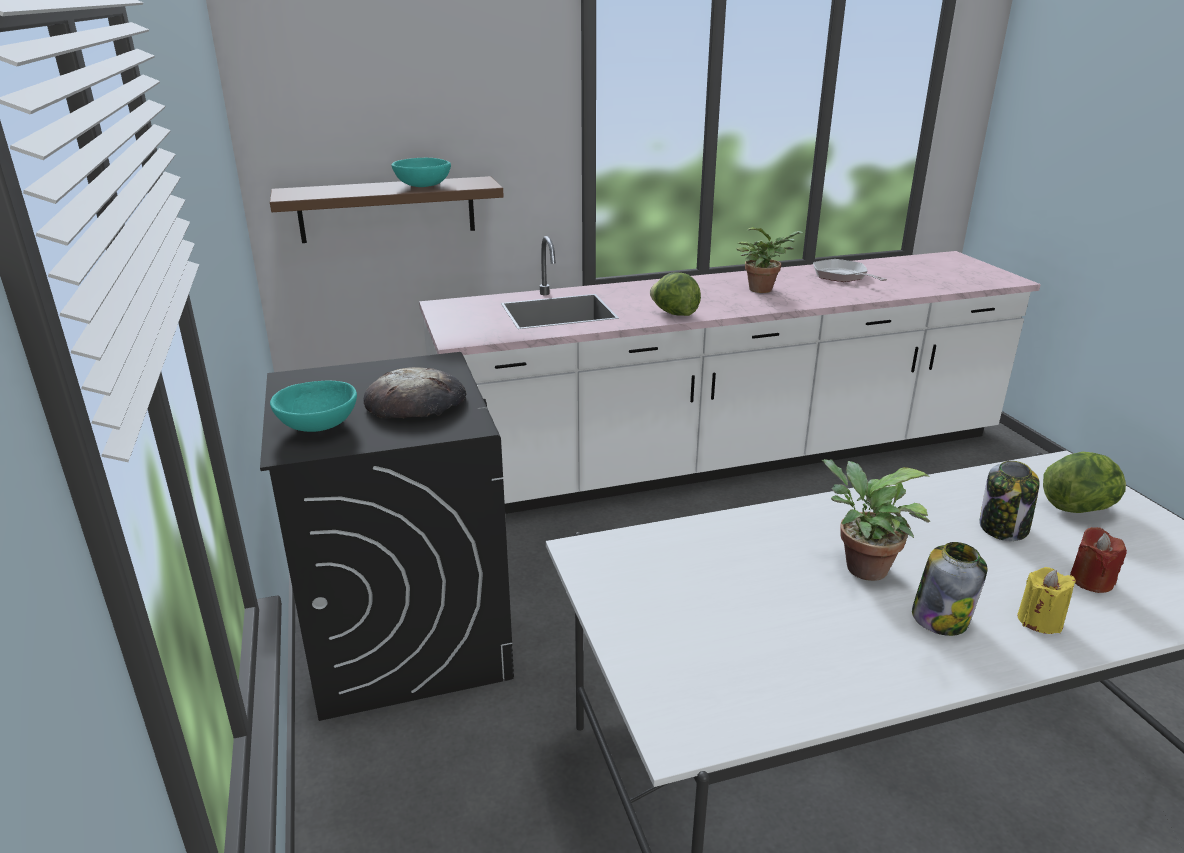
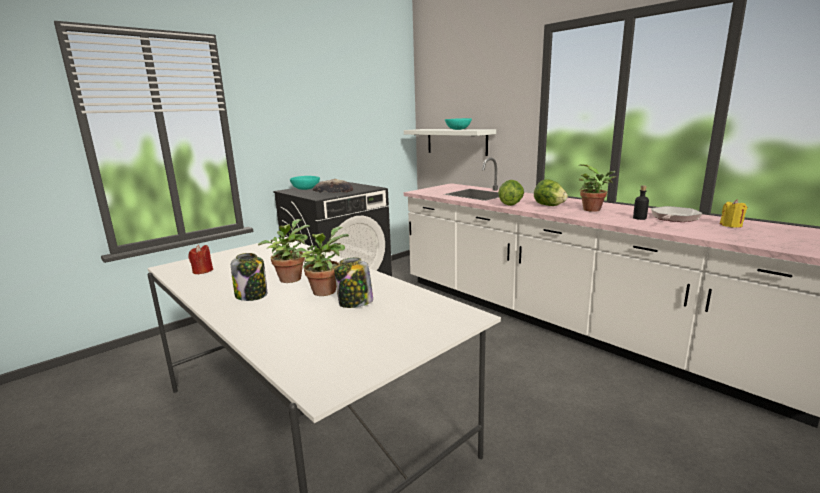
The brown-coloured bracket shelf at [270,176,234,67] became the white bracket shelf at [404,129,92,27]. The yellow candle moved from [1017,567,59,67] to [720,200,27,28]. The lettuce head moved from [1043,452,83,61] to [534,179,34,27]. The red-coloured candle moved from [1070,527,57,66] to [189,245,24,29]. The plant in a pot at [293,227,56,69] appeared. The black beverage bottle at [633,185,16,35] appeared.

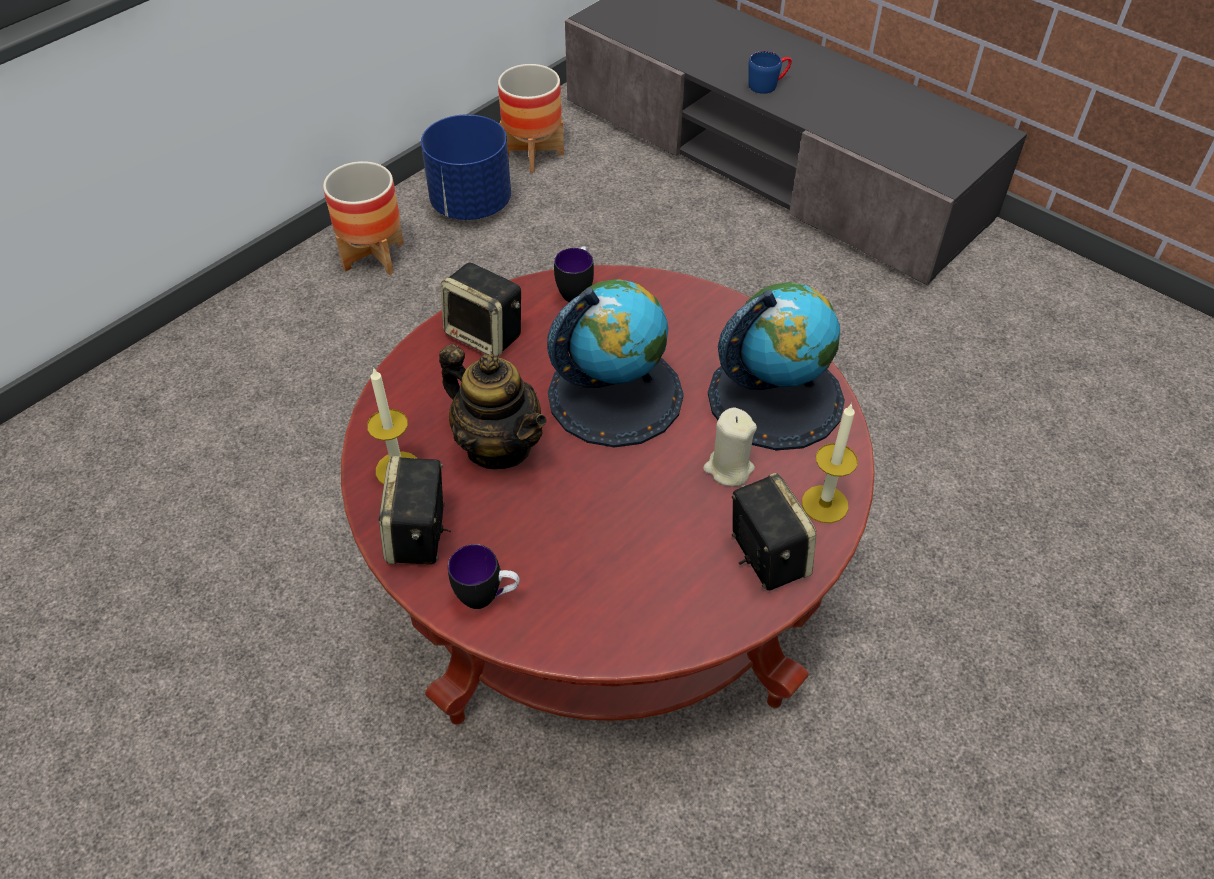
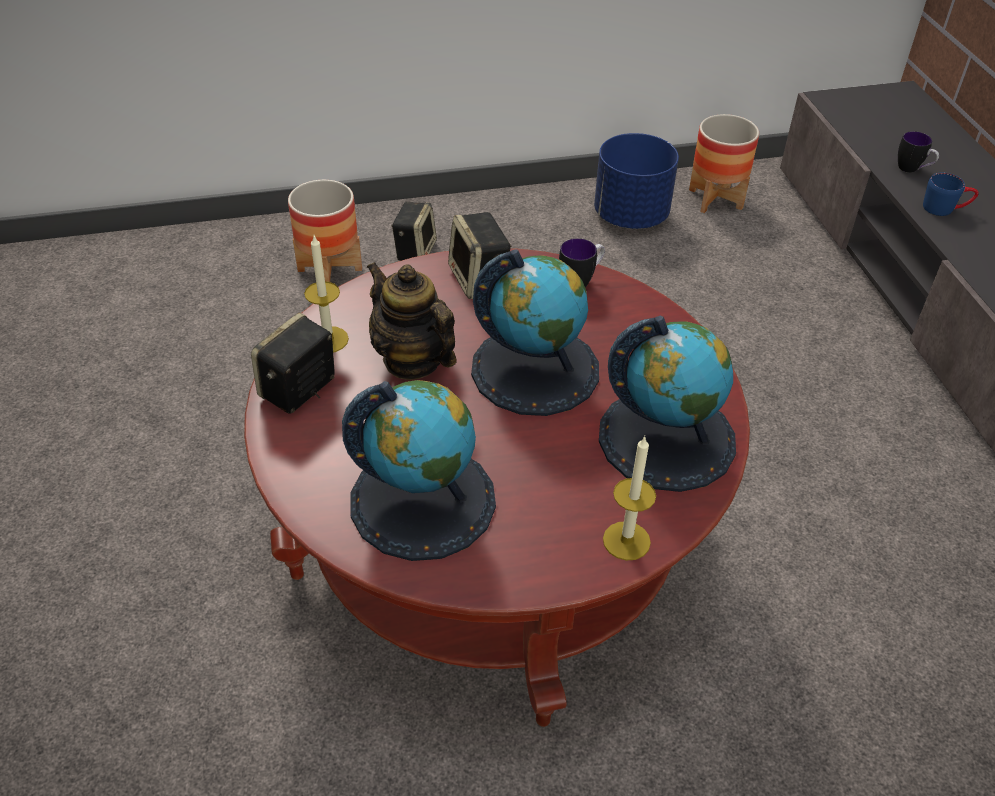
The planter moved from [323,161,81,114] to [288,180,74,102]. The tea pot at [439,344,108,125] turned 150 degrees clockwise. The tea mug moved from [448,544,72,65] to [898,131,41,42]. The beige-coloured candle at [703,407,54,80] disappeared. The speaker moved from [732,473,84,117] to [391,202,46,59]. The desk globe at [342,380,154,181] appeared.

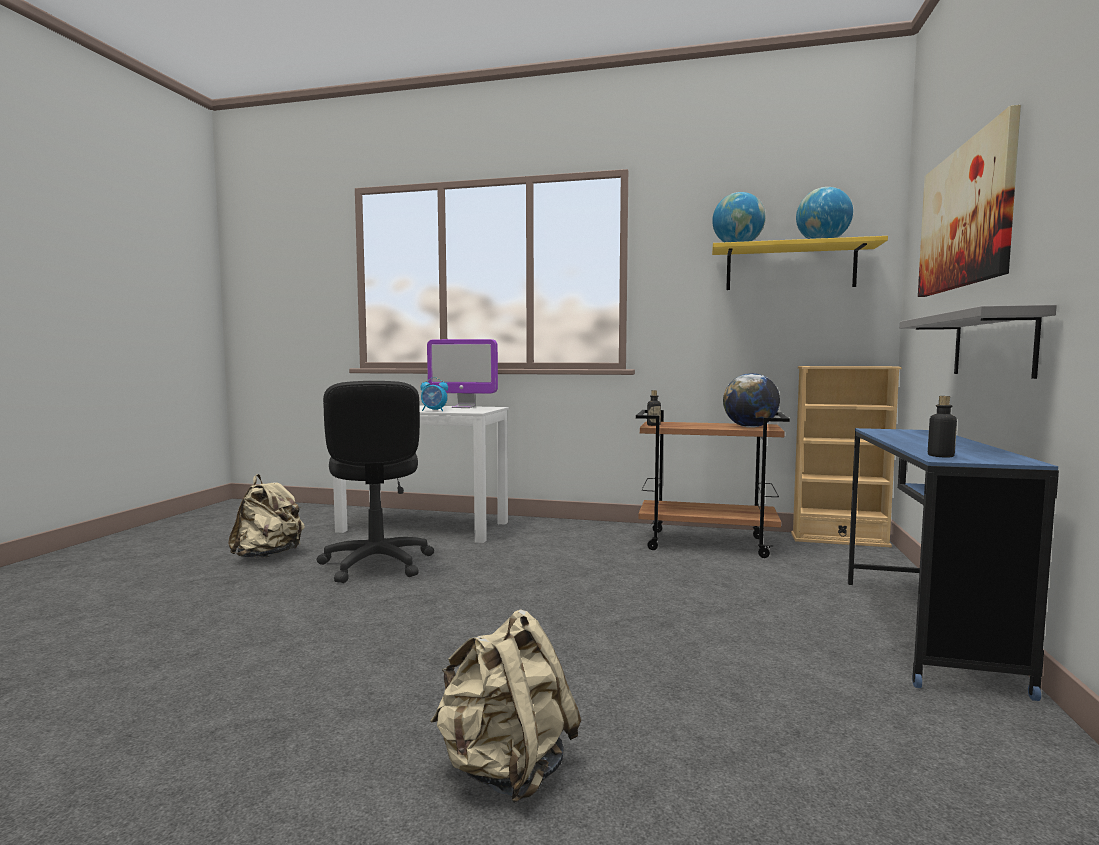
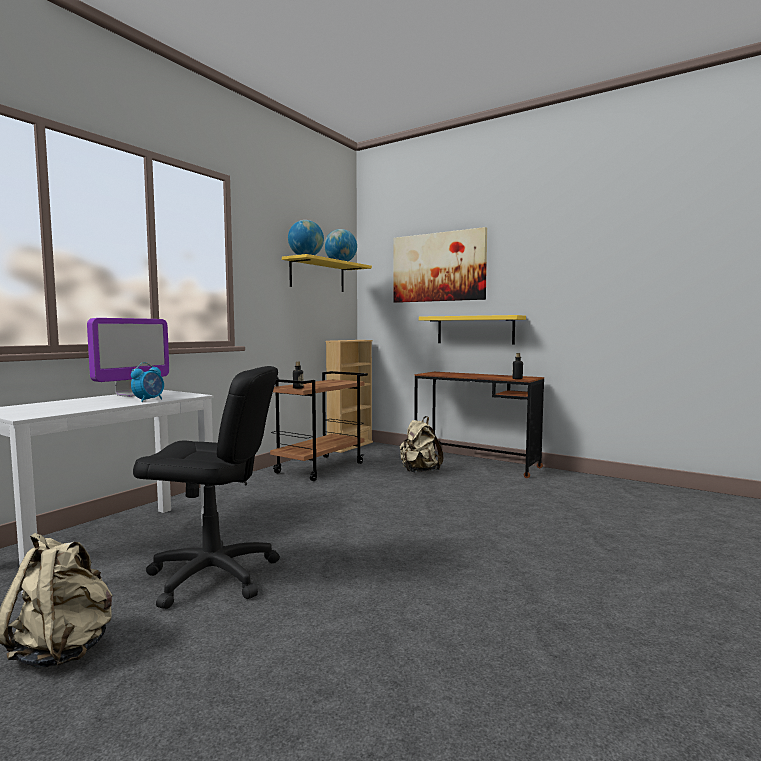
The beige-coloured rucksack moved from [430,609,151,194] to [400,416,43,56]. The desk globe at [723,373,57,55] disappeared. The bluish desk table at [848,428,211,273] became the brown-coloured desk table at [414,372,130,106]. The gray bracket shelf at [900,305,157,74] became the yellow bracket shelf at [419,315,107,30].

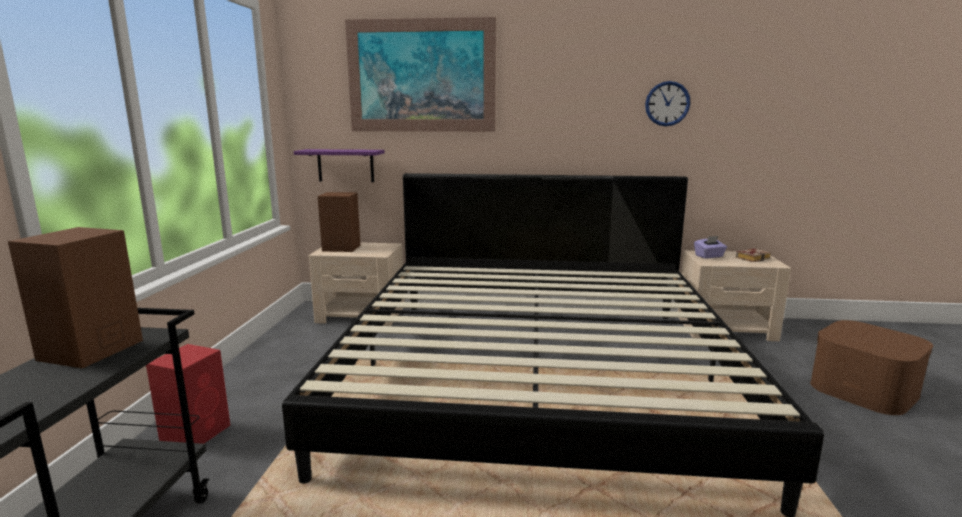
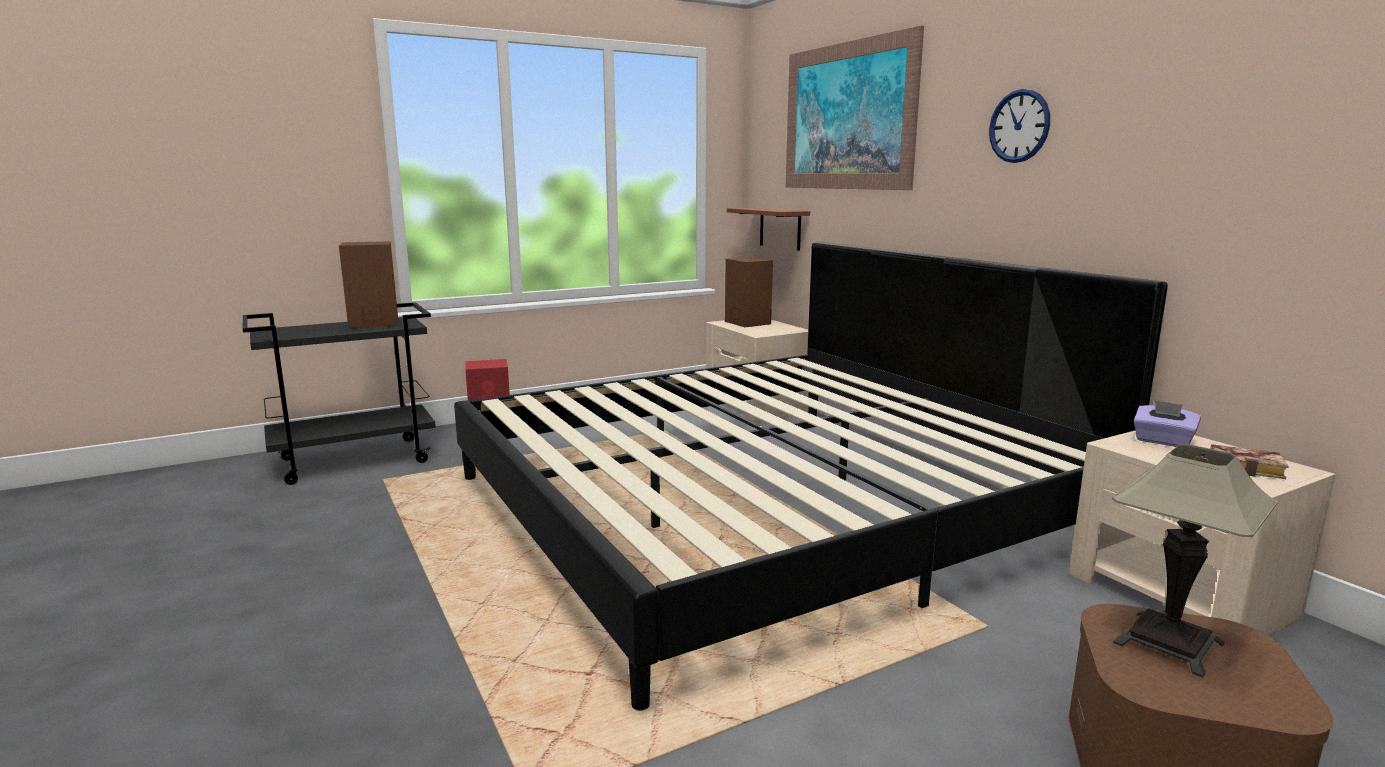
The purplish bracket shelf at [294,149,91,33] became the brown-coloured bracket shelf at [727,208,83,43]. The wall clock moved from [645,81,45,45] to [989,89,61,74]. The tabletop lamp at [1112,444,166,234] appeared.

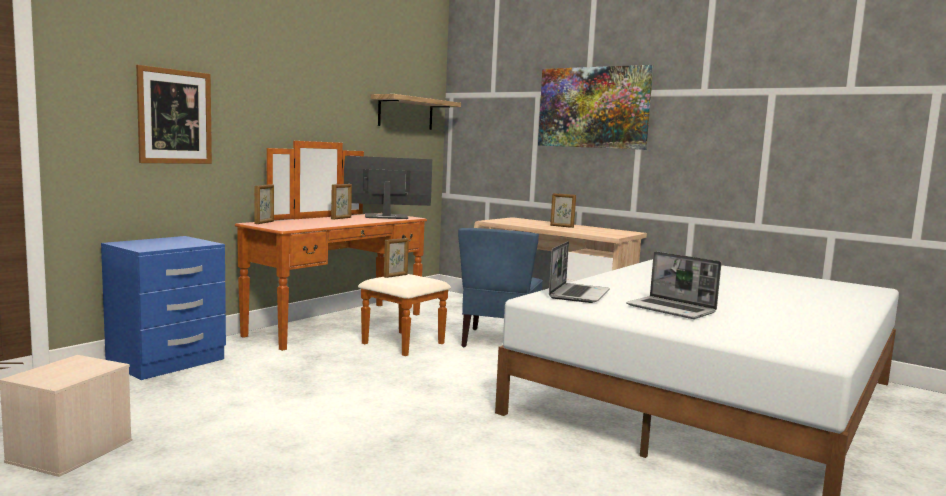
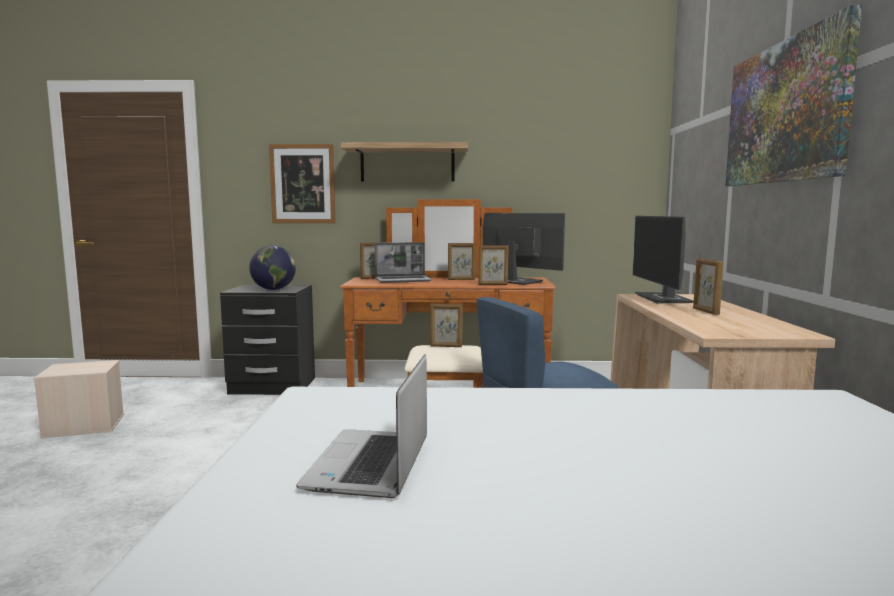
The bluish nightstand at [101,236,125,144] became the black nightstand at [220,285,95,110]. The bracket shelf moved from [371,94,90,36] to [341,142,127,40]. The laptop moved from [549,241,61,62] to [374,242,58,41]. The desk globe at [249,245,47,45] appeared. The photo frame at [478,245,31,40] appeared. The monitor at [633,216,61,87] appeared.

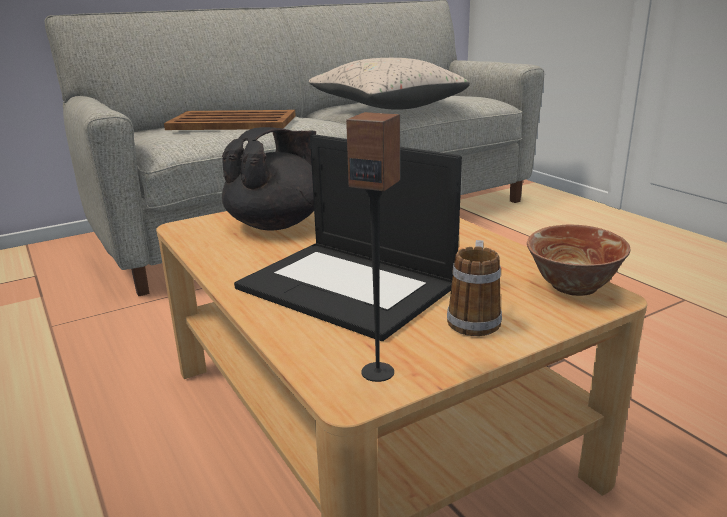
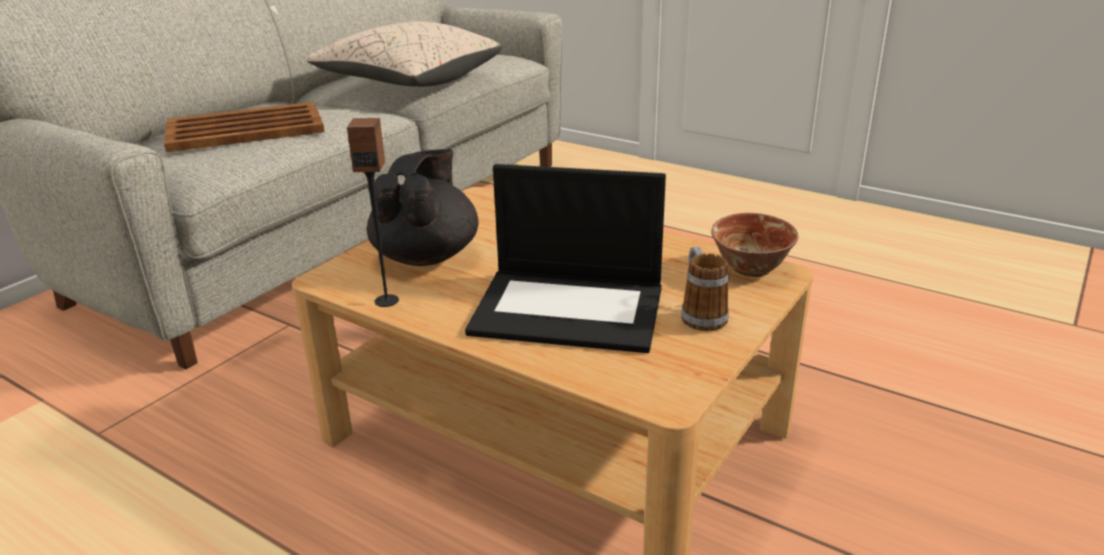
The speaker moved from [346,112,54,270] to [347,118,52,189].

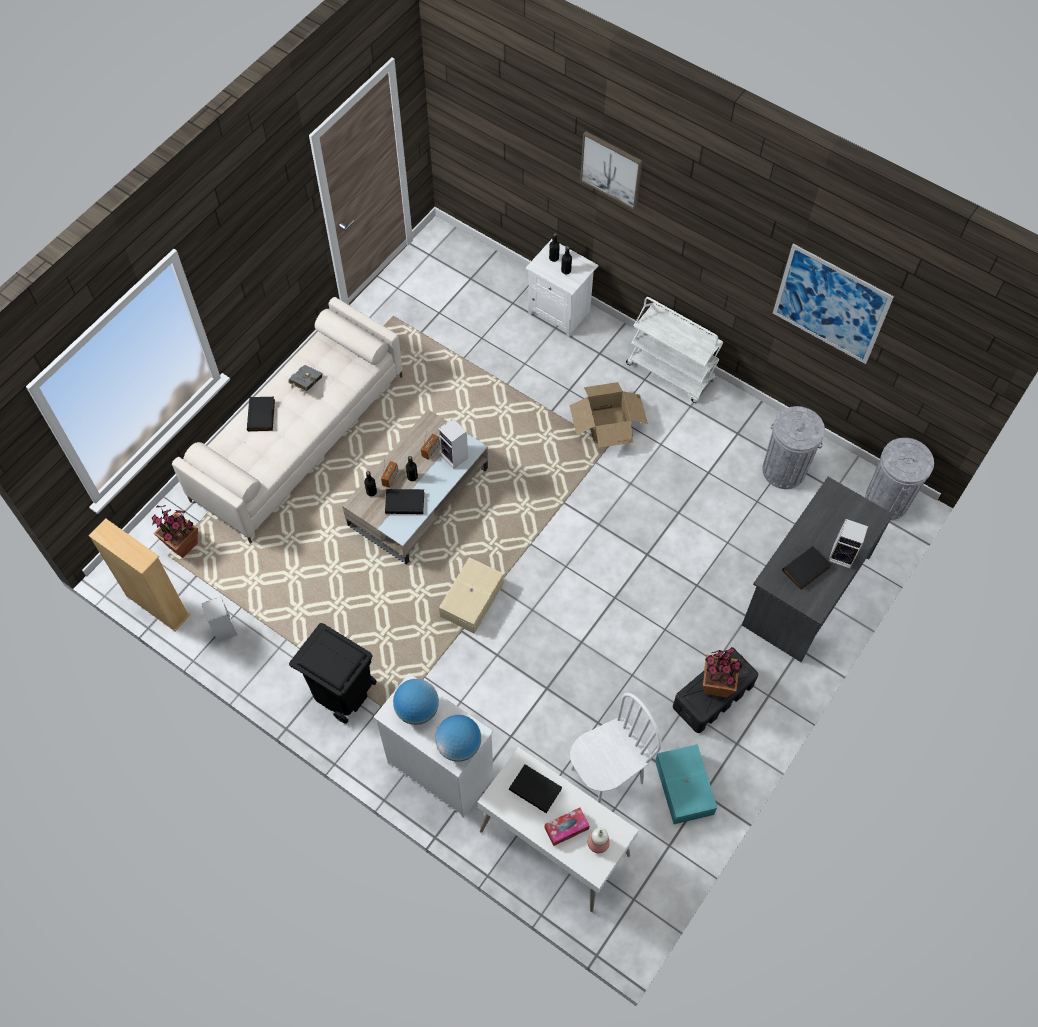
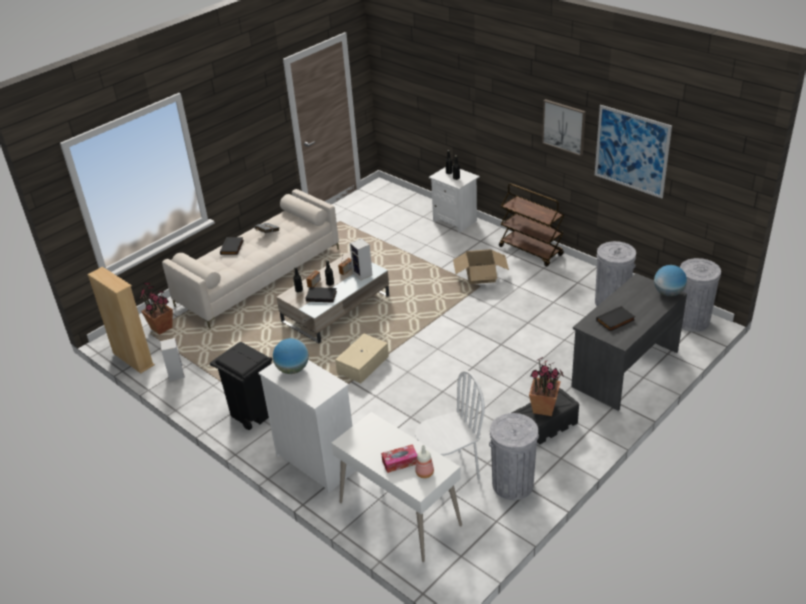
The desk globe moved from [435,715,46,47] to [654,265,33,31]. The black volume at [509,764,53,49] disappeared. The picture moved from [580,131,62,79] to [542,99,44,57]. The white cart at [626,297,97,106] became the brown-coloured cart at [499,183,66,83]. The blue-green storage container at [655,744,62,80] was replaced by the gray trash can at [489,413,50,87]. The speaker at [829,519,39,49] disappeared.

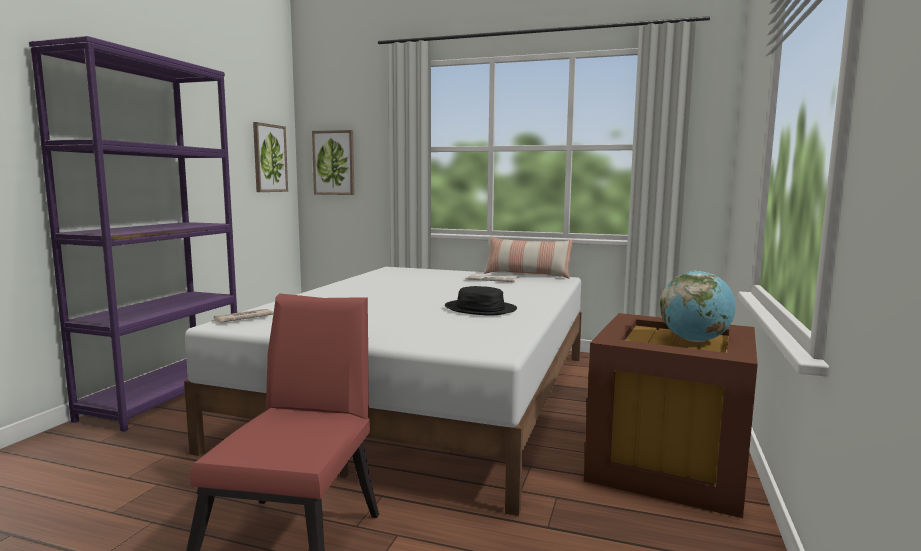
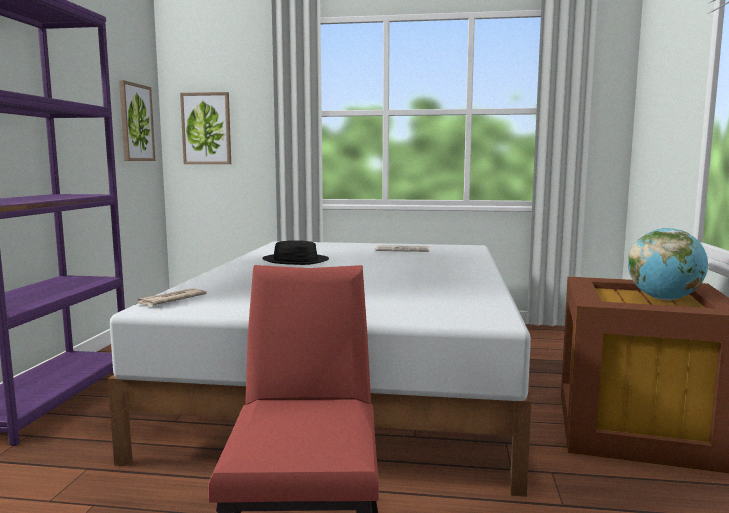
The black clothing hat moved from [445,286,72,30] to [262,240,67,25]. The pillow at [483,236,90,43] disappeared.

